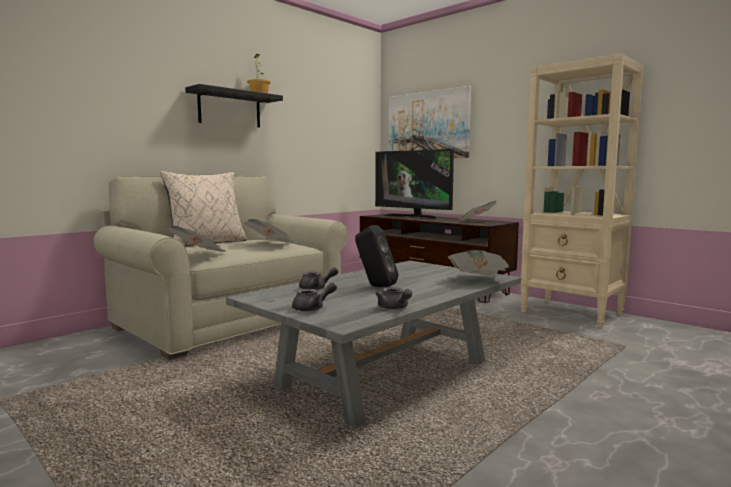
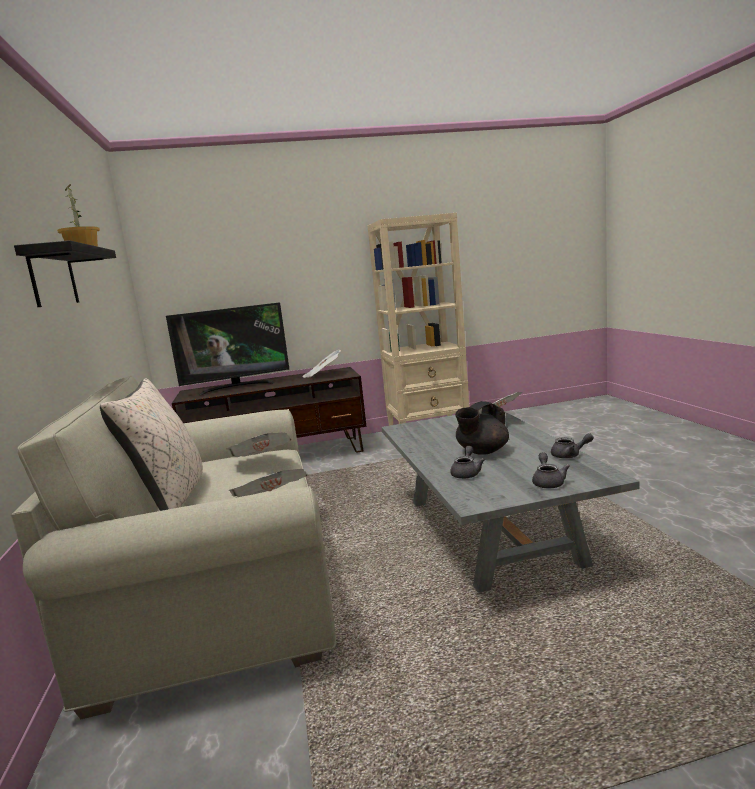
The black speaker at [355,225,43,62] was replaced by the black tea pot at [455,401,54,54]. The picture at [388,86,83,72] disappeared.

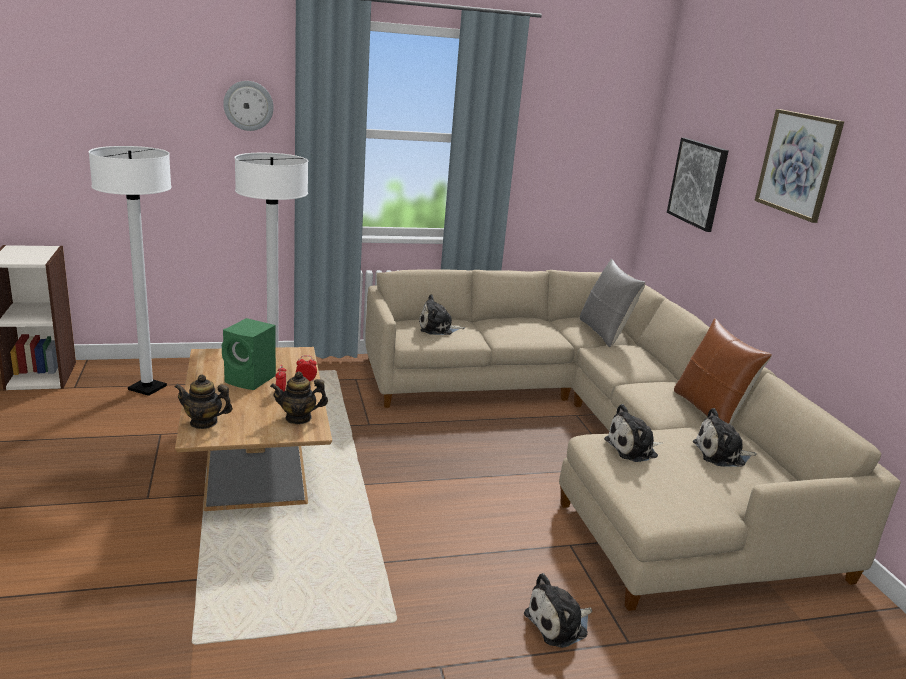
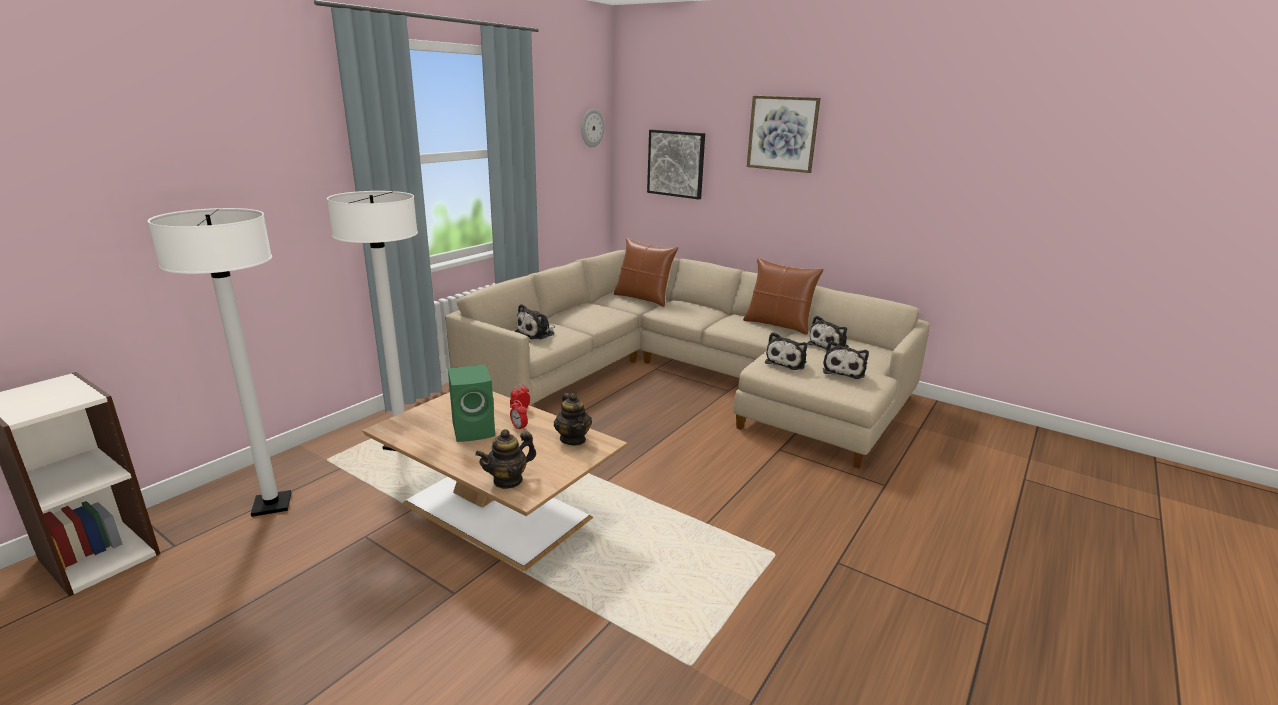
The wall clock moved from [223,81,51,50] to [581,109,23,38]. The tea pot at [270,371,58,53] turned 60 degrees counterclockwise. The soft toy moved from [524,573,68,75] to [823,341,46,38]. The gray pillow at [580,259,65,88] became the brown-coloured pillow at [614,238,64,69].

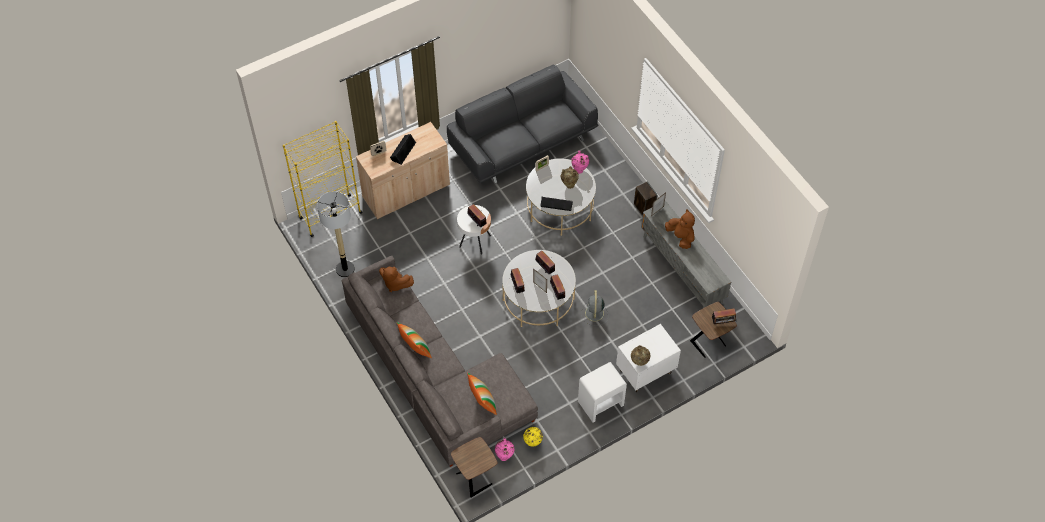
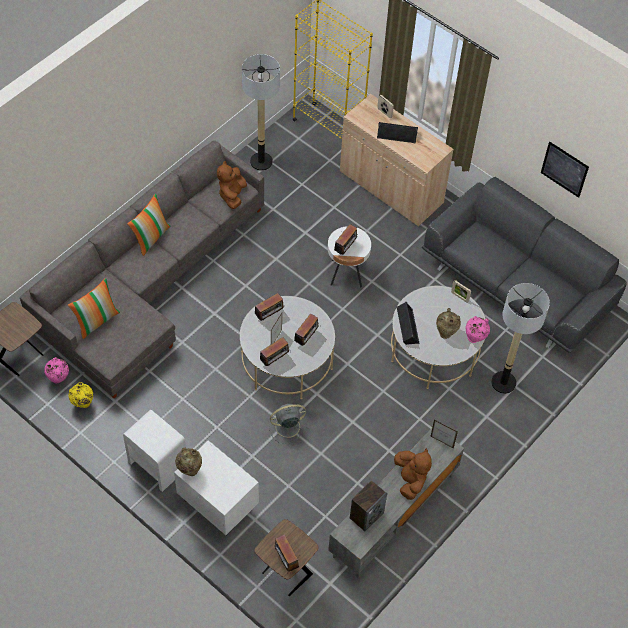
The speaker moved from [634,181,24,35] to [350,480,37,52]. The brown-coloured soft toy at [665,210,30,39] turned 45 degrees counterclockwise. The standing lamp at [491,283,59,111] appeared. The picture at [541,142,48,56] appeared.

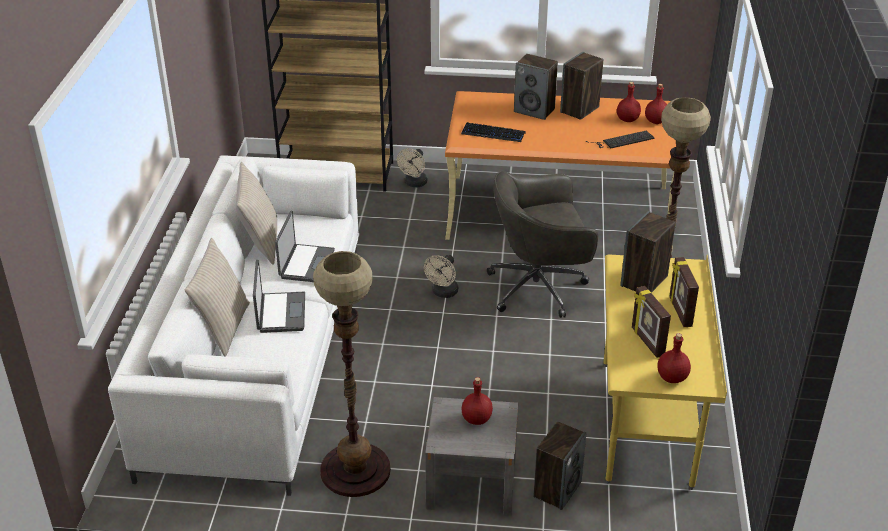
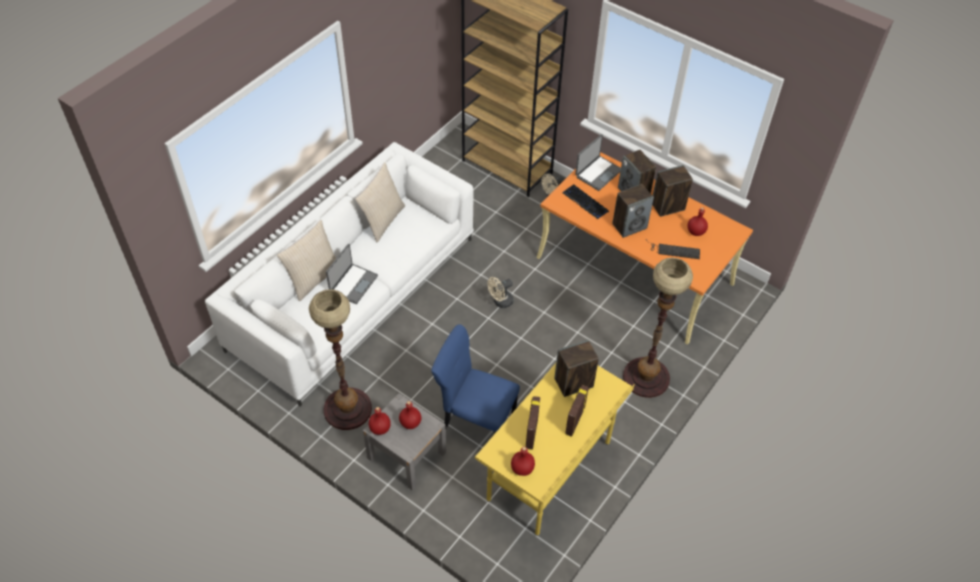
The laptop moved from [275,211,60,71] to [575,134,46,57]. The gray desk chair at [487,171,111,147] disappeared. The speaker moved from [533,421,53,89] to [612,184,42,54]. The red-coloured beverage bottle moved from [645,84,22,40] to [369,407,22,28]. The bluish plain chair at [431,324,89,110] appeared.

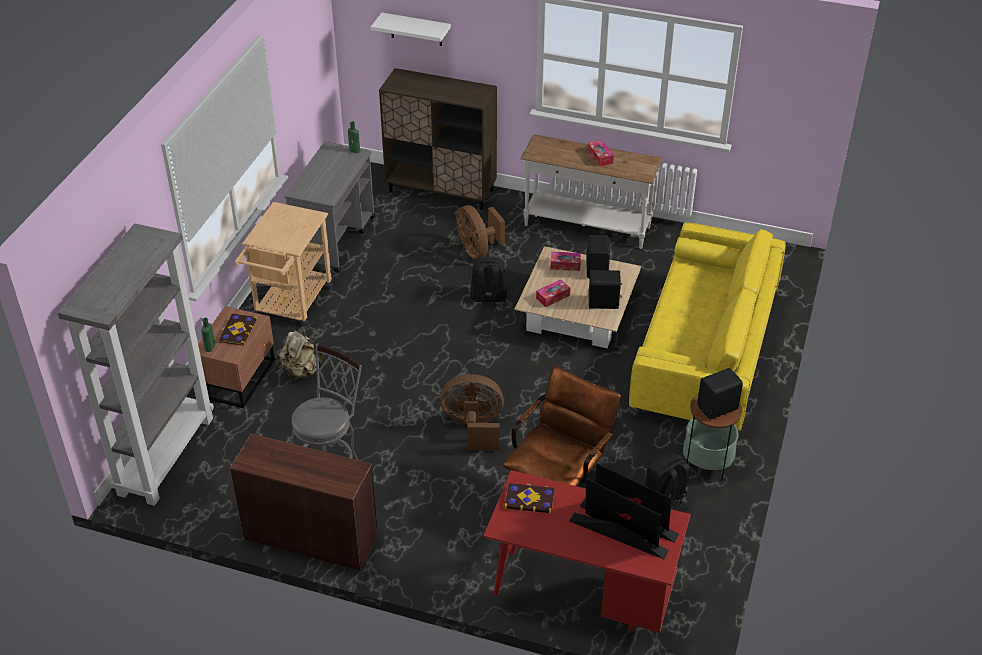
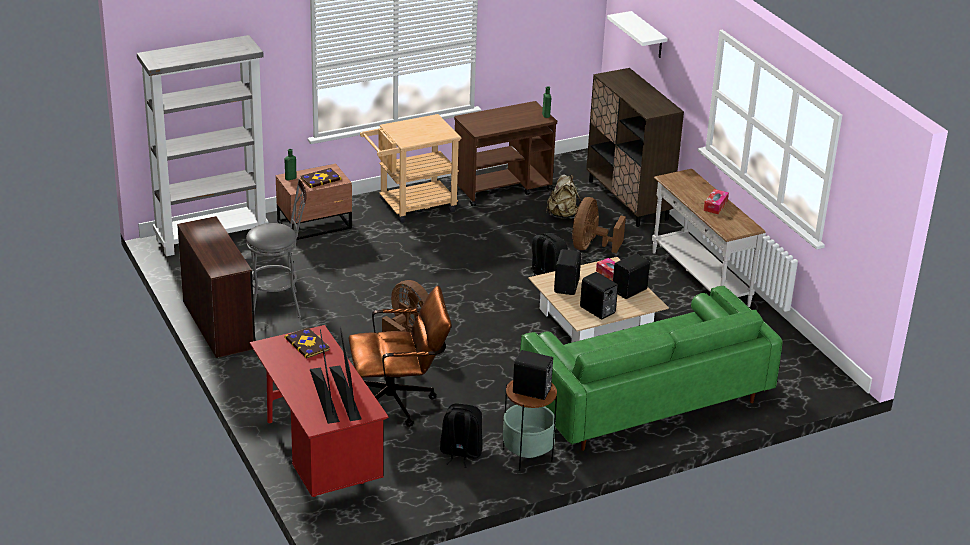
The beige-coloured rucksack moved from [279,329,44,52] to [547,174,34,44]. The gray cart at [285,142,90,131] became the brown-coloured cart at [454,101,103,105]. The tissue box at [536,279,34,28] was replaced by the black speaker at [554,249,27,46]. The yellow settee at [629,222,157,209] became the green-coloured settee at [520,286,262,165].

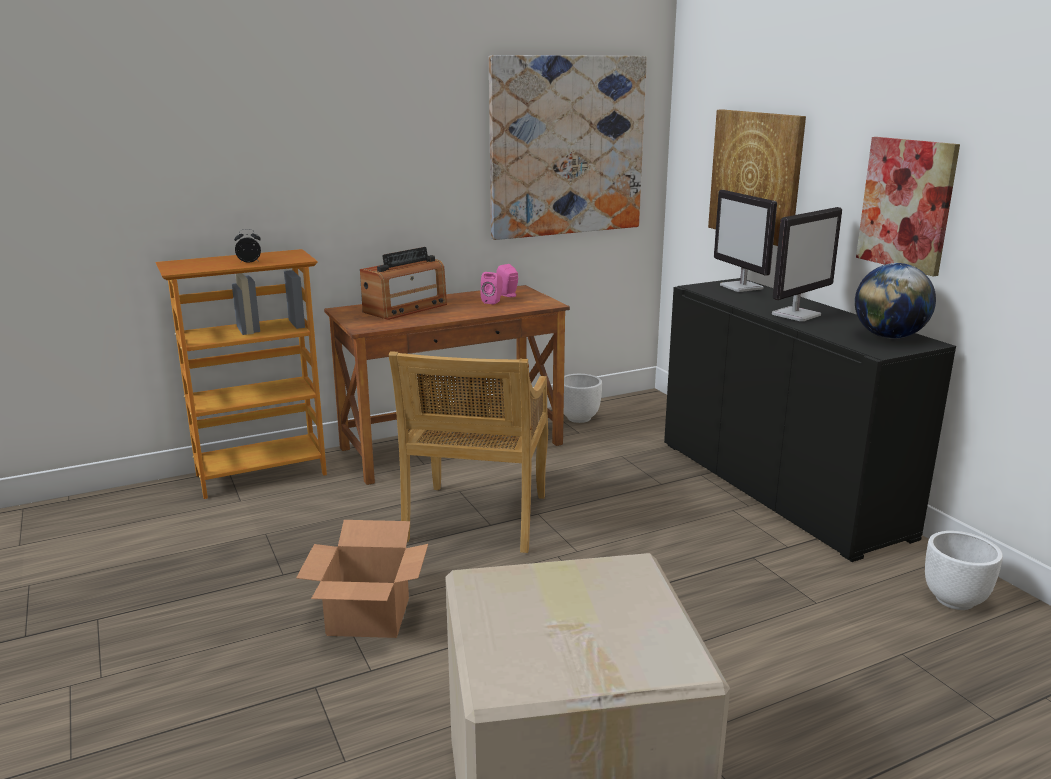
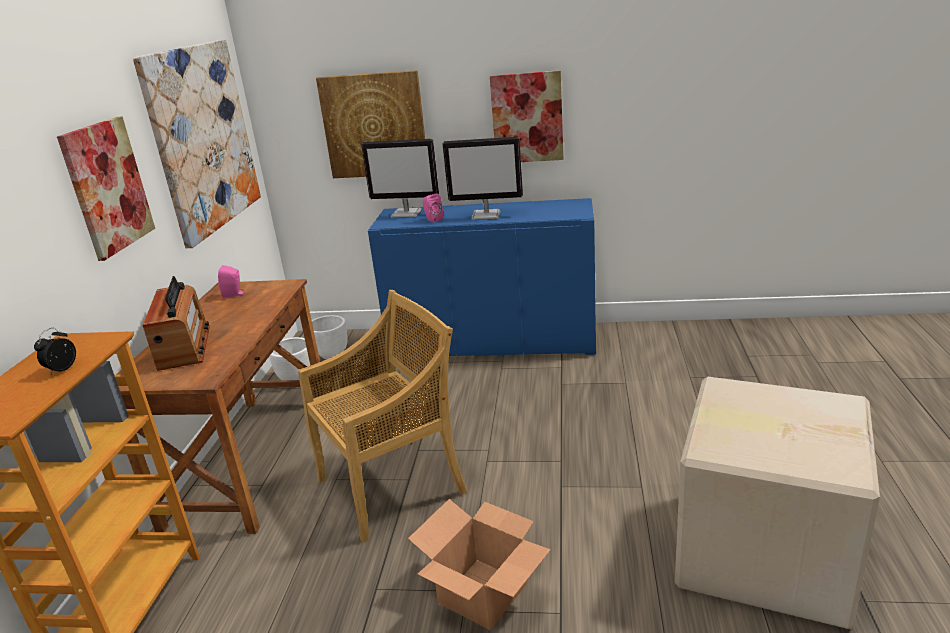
The beige-coloured plain chair at [389,351,159,202] turned 75 degrees counterclockwise. The pink-coloured speaker moved from [481,272,22,33] to [423,193,20,30]. The black cabinet at [664,278,292,284] became the bluish cabinet at [368,198,228,158]. The monitor at [772,207,70,114] turned 105 degrees clockwise. The desk globe at [855,263,81,76] disappeared. The white planter moved from [925,531,78,79] to [312,315,36,45]. The picture at [57,117,98,144] appeared.

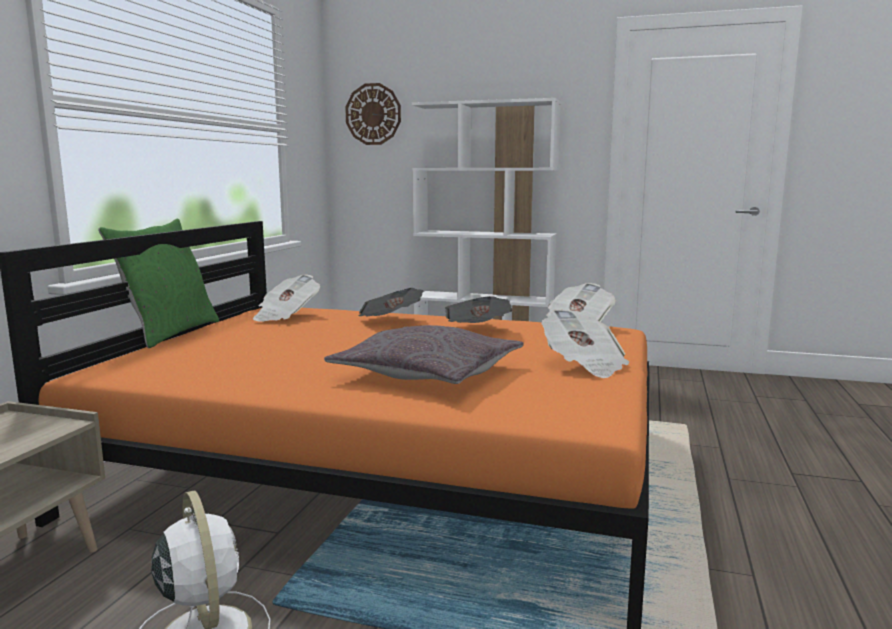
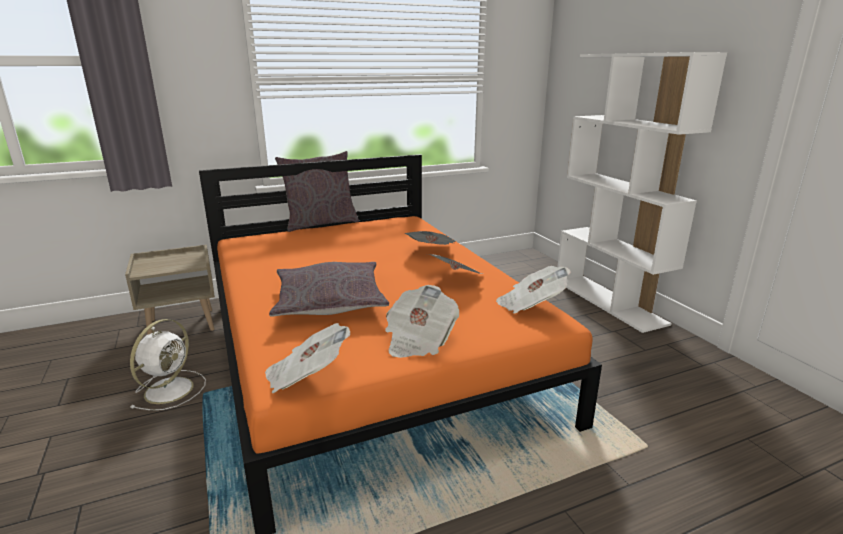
The green-coloured pillow at [98,219,121,129] became the gray pillow at [275,151,84,81]. The newspaper moved from [253,275,67,47] to [265,323,85,70]. The wall clock at [345,83,56,62] disappeared.

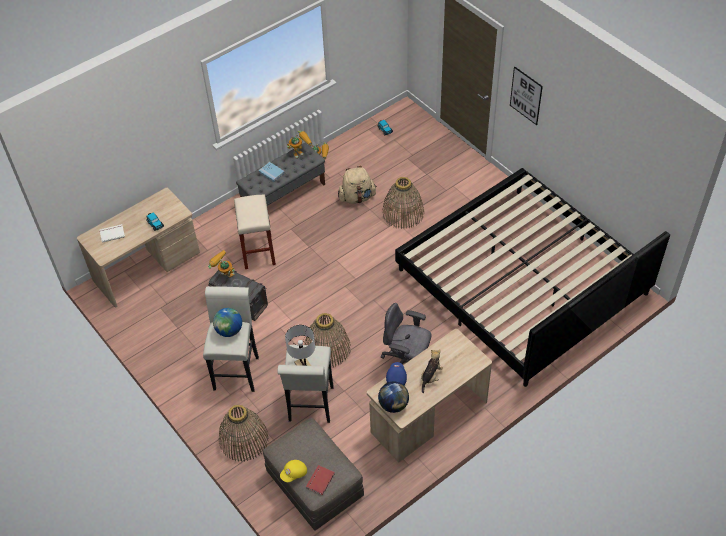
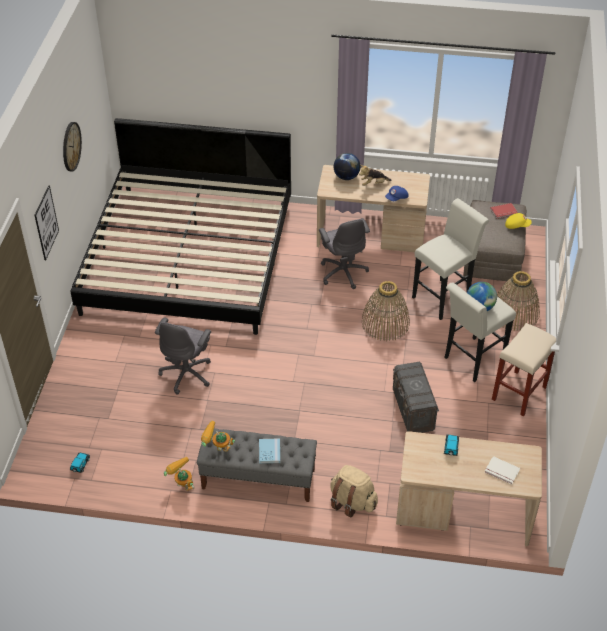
The toy robot at [208,250,27,28] disappeared. The beige-coloured sitting stool moved from [234,194,42,75] to [492,323,64,94]. The white tabletop lamp at [285,325,30,41] disappeared. The beige-coloured rucksack moved from [338,166,39,38] to [330,465,48,52]. The desk globe moved from [378,382,31,31] to [334,153,27,27]. The household basket at [382,177,42,52] was replaced by the gray desk chair at [155,317,56,78]. The wall clock at [63,122,19,50] appeared.

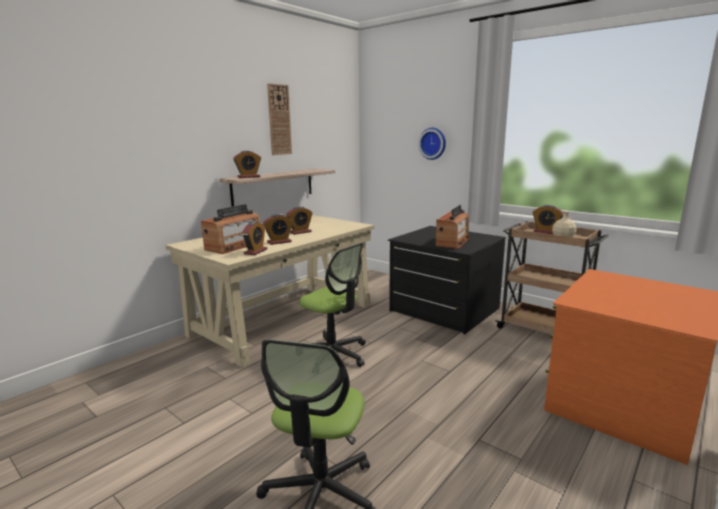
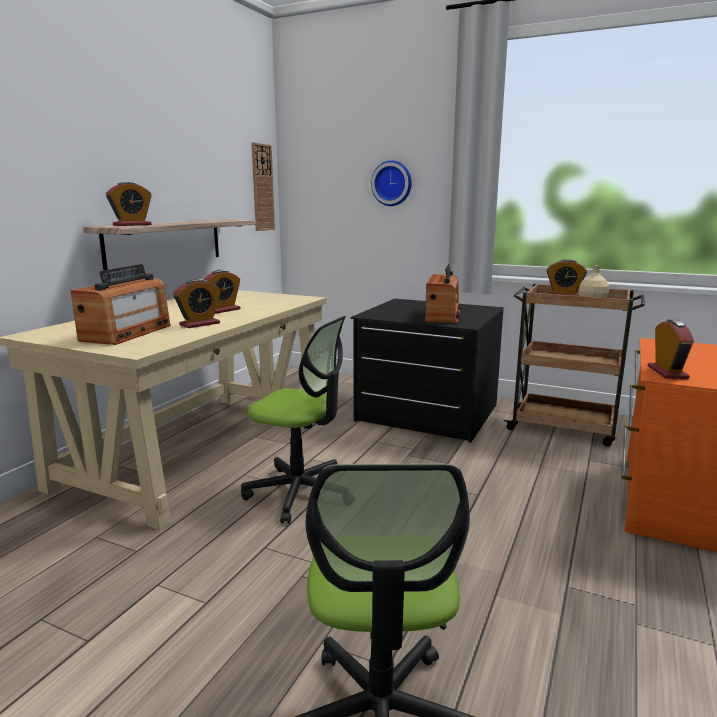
The table clock moved from [242,221,25,34] to [648,319,46,60]. The wall clock moved from [267,83,25,72] to [251,143,24,88].

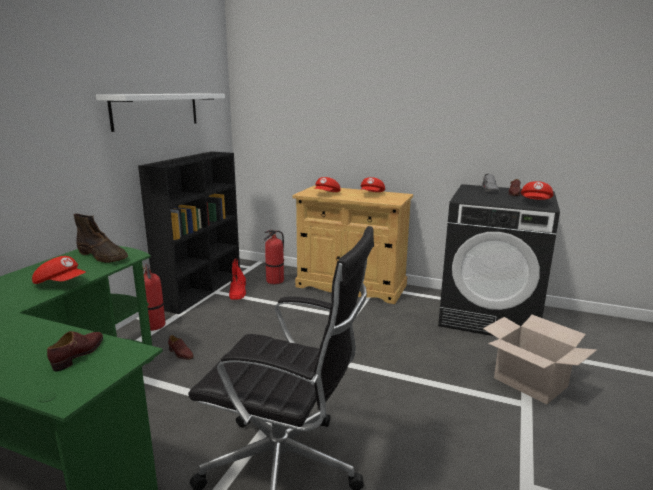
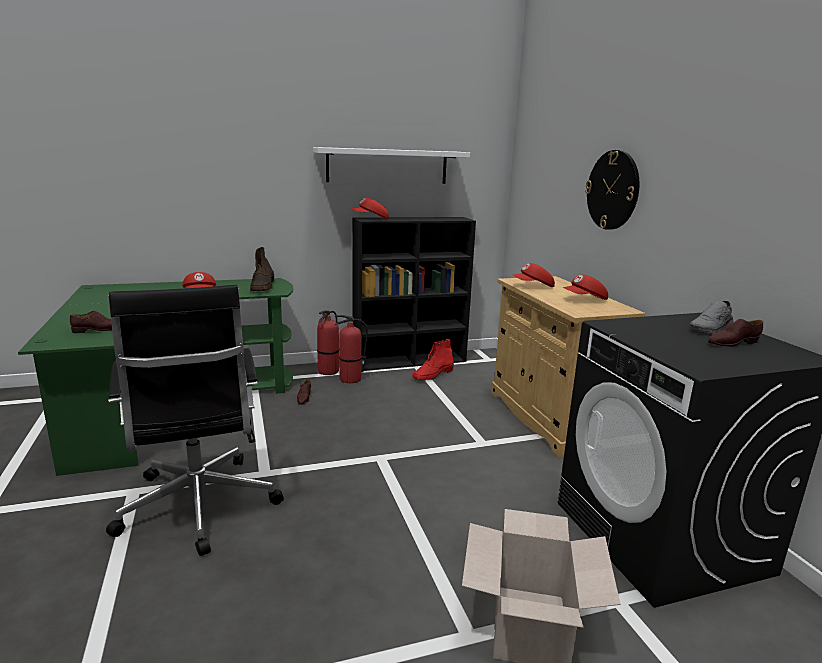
The fire extinguisher moved from [264,230,20,54] to [334,315,34,68]. The red-coloured cap moved from [521,181,32,19] to [351,198,38,21]. The wall clock at [585,150,54,80] appeared.

